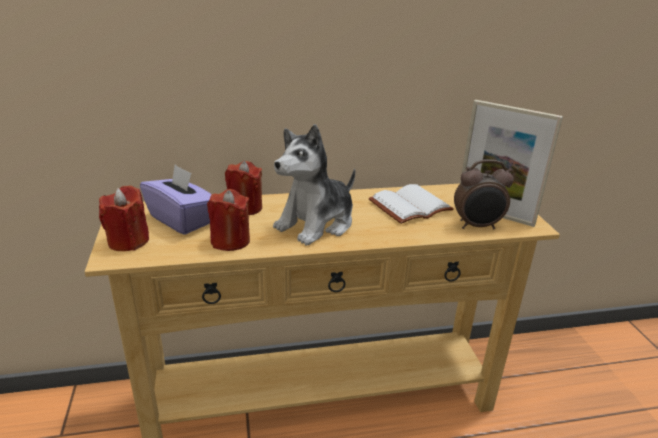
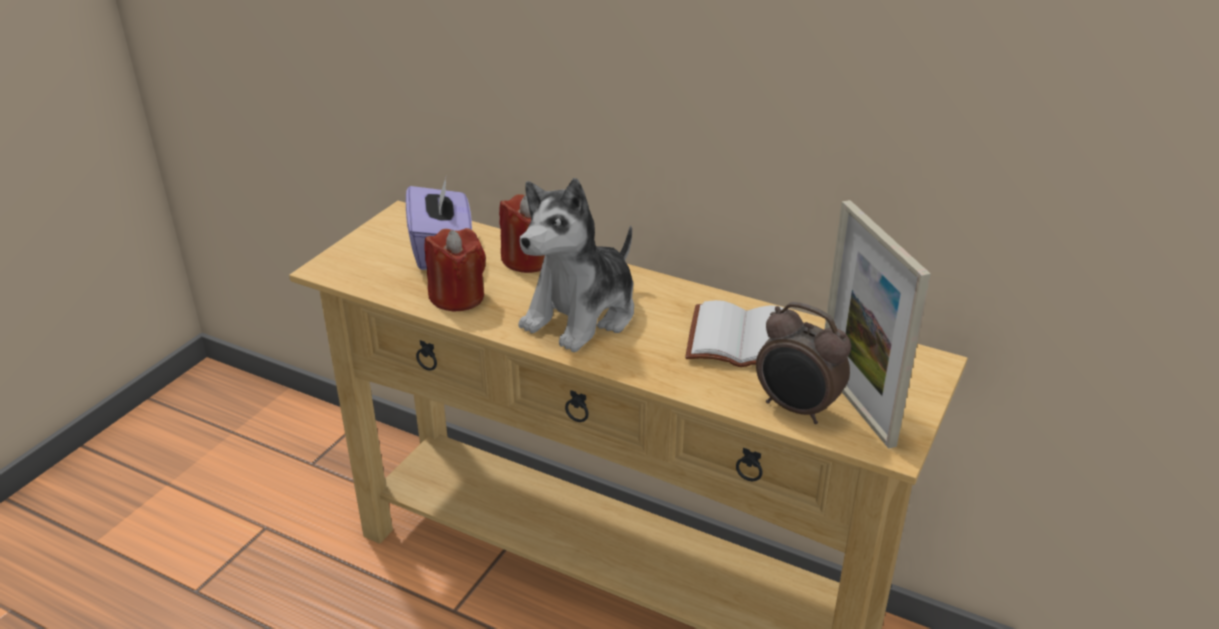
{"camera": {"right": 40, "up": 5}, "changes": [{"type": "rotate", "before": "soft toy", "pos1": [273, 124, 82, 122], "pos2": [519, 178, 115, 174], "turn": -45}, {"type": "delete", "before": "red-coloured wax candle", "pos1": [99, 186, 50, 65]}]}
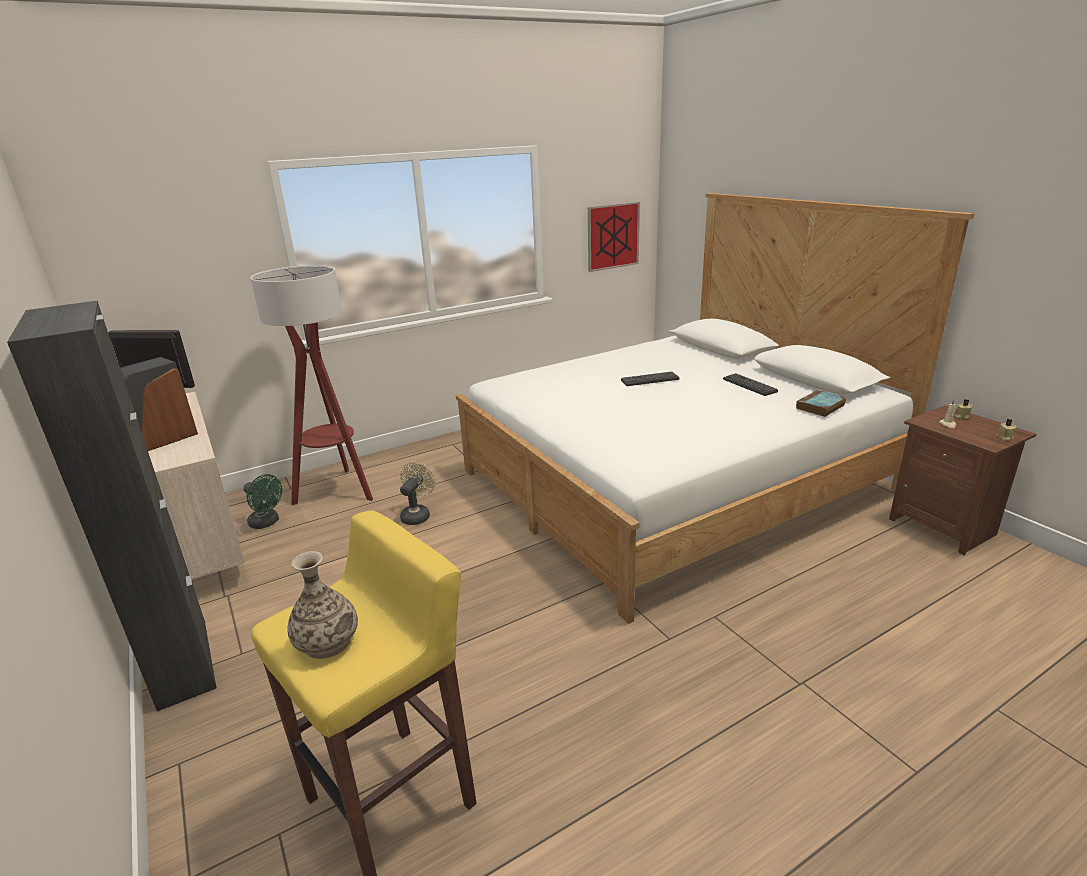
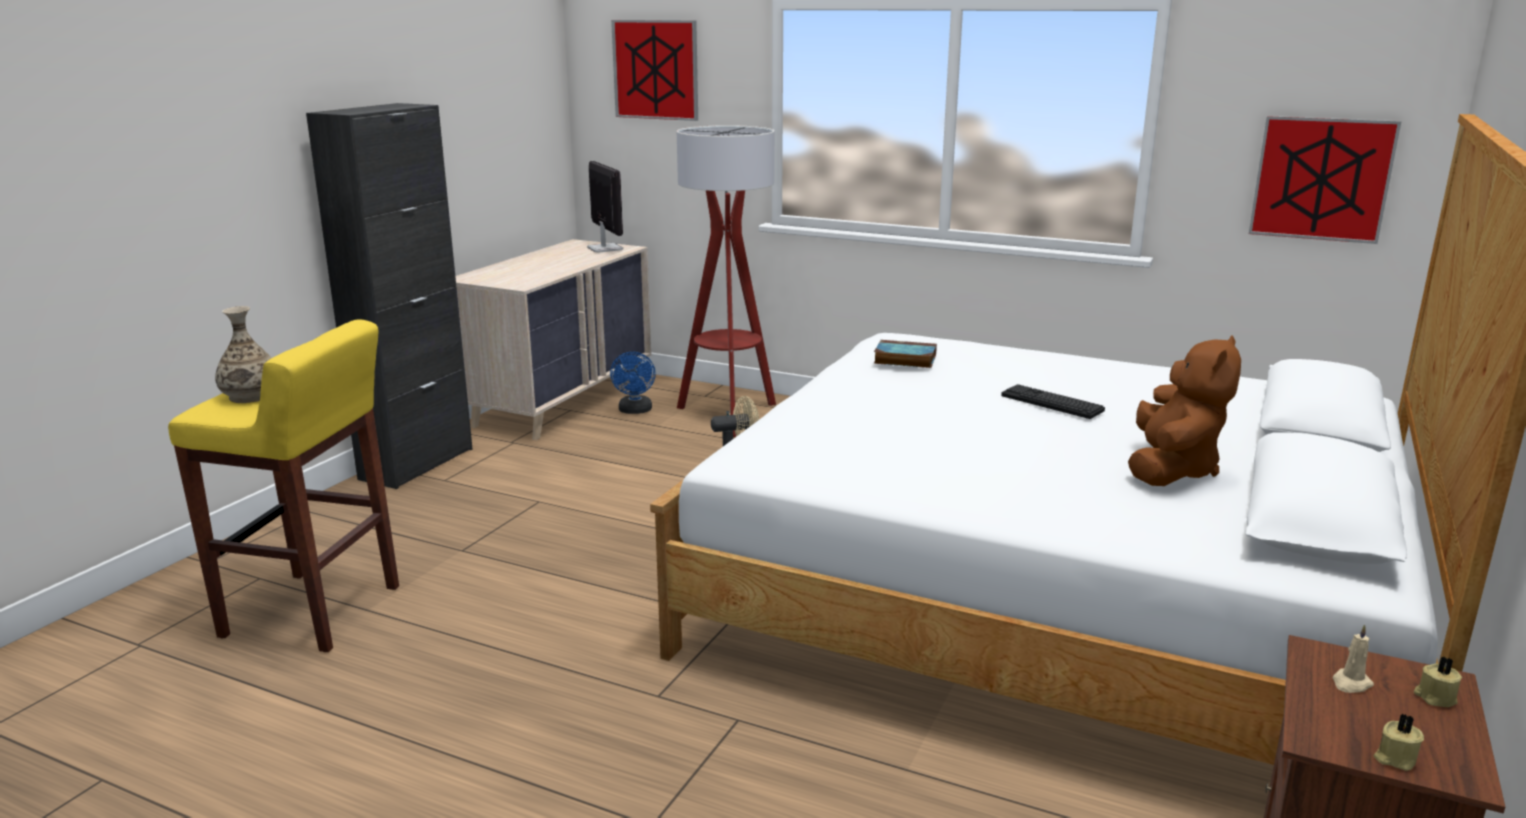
{"camera": {"right": 55, "up": -5}, "changes": [{"type": "recolor", "before": "green fan", "after": "bluish fan", "pos1": [244, 474, 38, 55], "pos2": [610, 352, 46, 62]}, {"type": "insert", "after": "wall picture", "pos2": [611, 20, 87, 101]}, {"type": "move", "before": "bound book", "pos1": [796, 390, 50, 27], "pos2": [874, 340, 63, 28]}, {"type": "replace", "before": "PC keyboard", "after": "brown soft toy", "pos1": [723, 373, 55, 23], "pos2": [1128, 335, 113, 151]}, {"type": "delete", "before": "speaker", "pos1": [120, 357, 78, 94]}]}
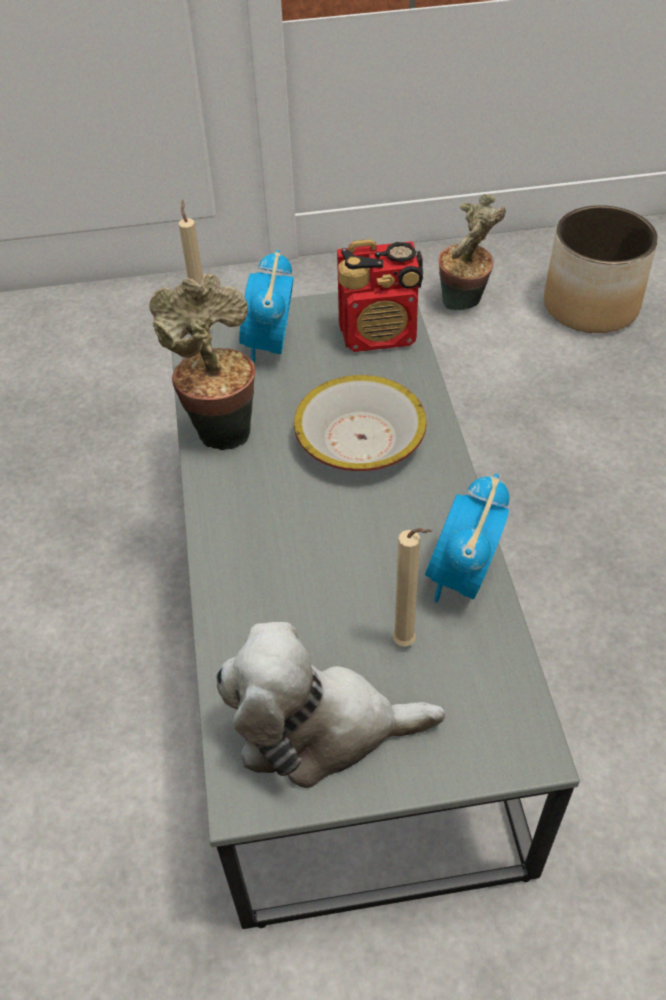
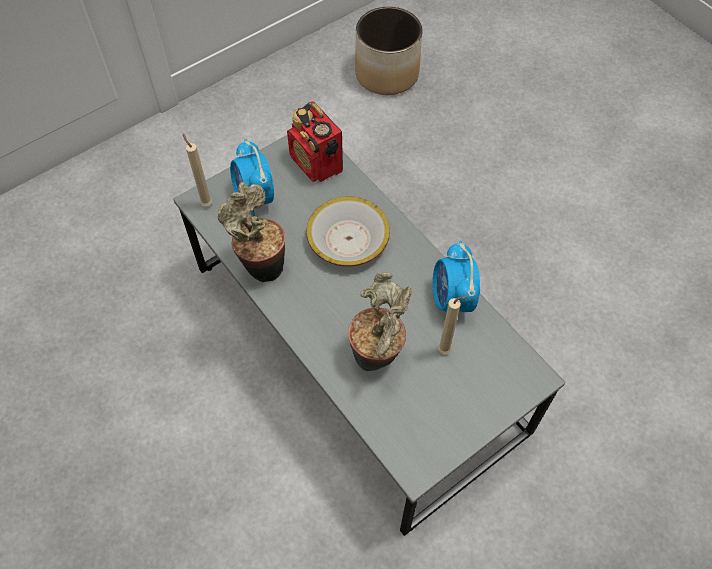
{"camera": {"right": -30, "up": 10}, "changes": [{"type": "rotate", "before": "radio receiver", "pos1": [337, 239, 86, 113], "pos2": [287, 101, 56, 81], "turn": 90}, {"type": "move", "before": "plant in a pot", "pos1": [438, 194, 68, 116], "pos2": [348, 272, 64, 99]}, {"type": "delete", "before": "soft toy", "pos1": [216, 622, 230, 166]}]}
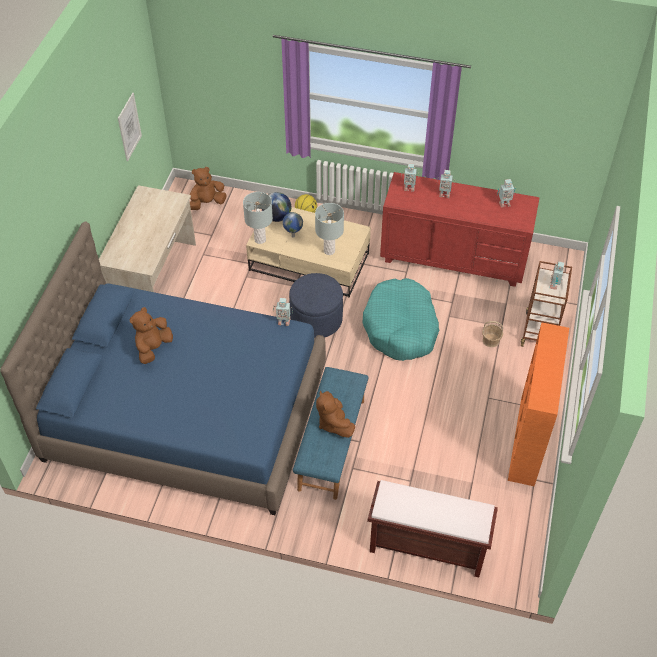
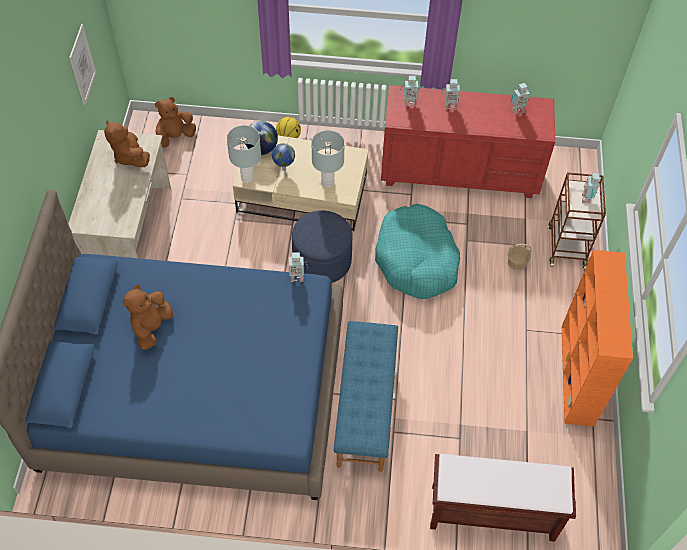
{"camera": {"right": -10, "up": 5}, "changes": [{"type": "move", "before": "brown soft toy", "pos1": [316, 391, 39, 47], "pos2": [104, 120, 46, 47]}]}
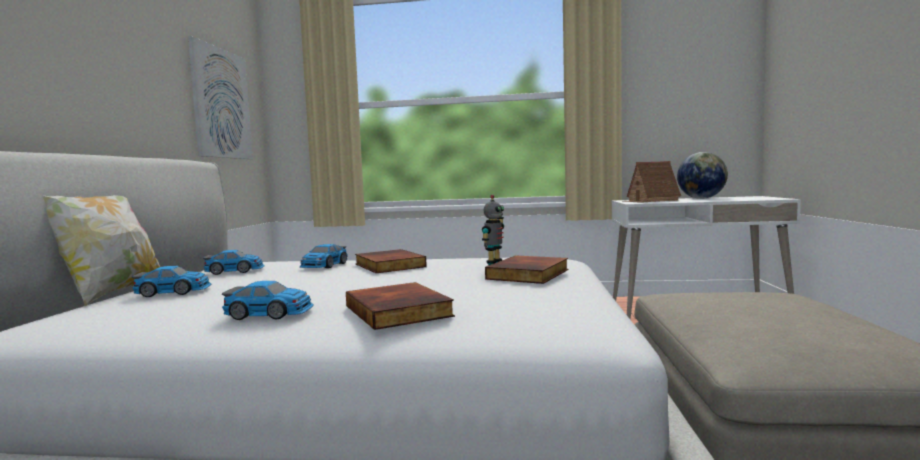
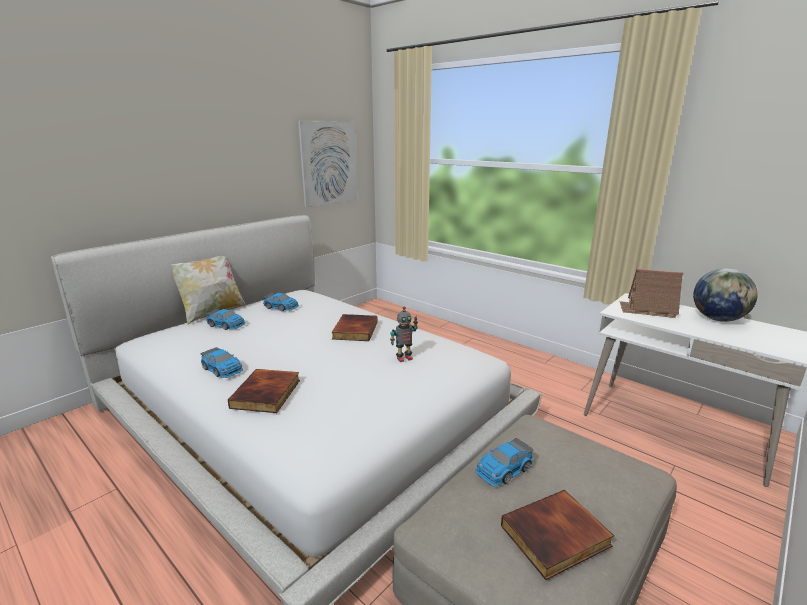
{"camera": {"right": 35, "up": 15}, "changes": [{"type": "move", "before": "miniature car", "pos1": [300, 244, 48, 24], "pos2": [475, 438, 58, 48]}, {"type": "move", "before": "bound book", "pos1": [485, 255, 83, 29], "pos2": [501, 490, 113, 90]}]}
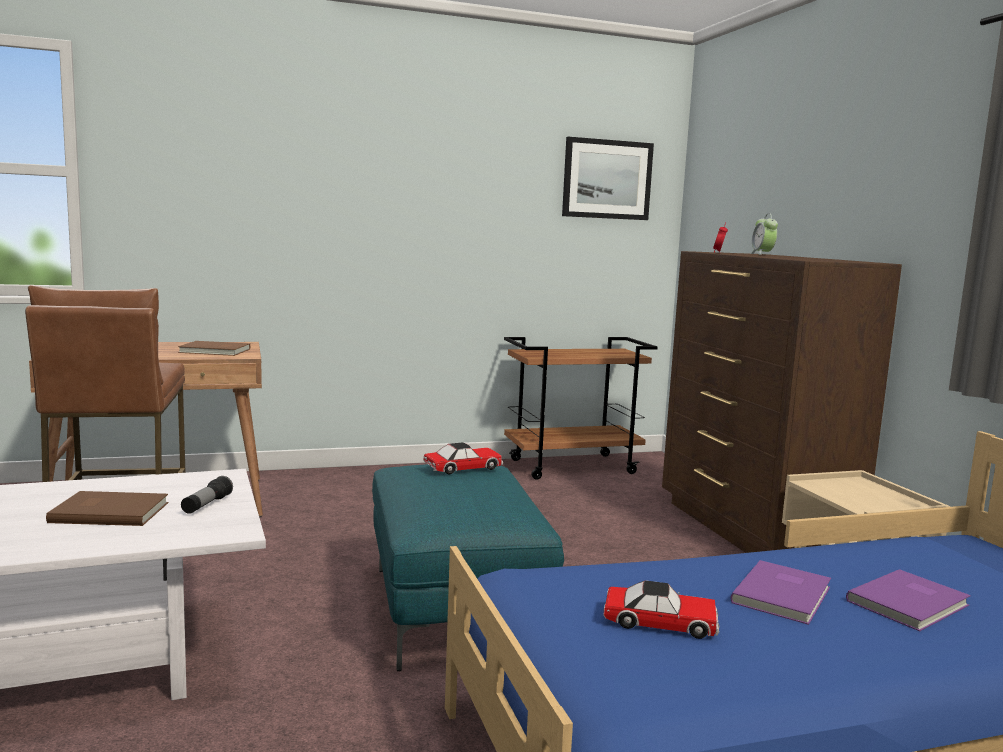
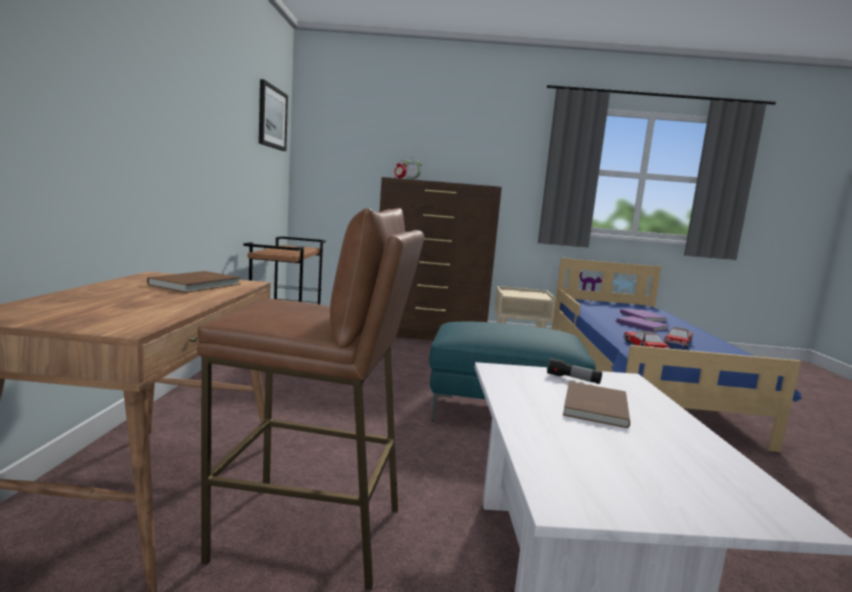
{"camera": {"right": -70, "up": 0}, "changes": [{"type": "move", "before": "miniature car", "pos1": [423, 442, 80, 32], "pos2": [623, 331, 47, 18]}]}
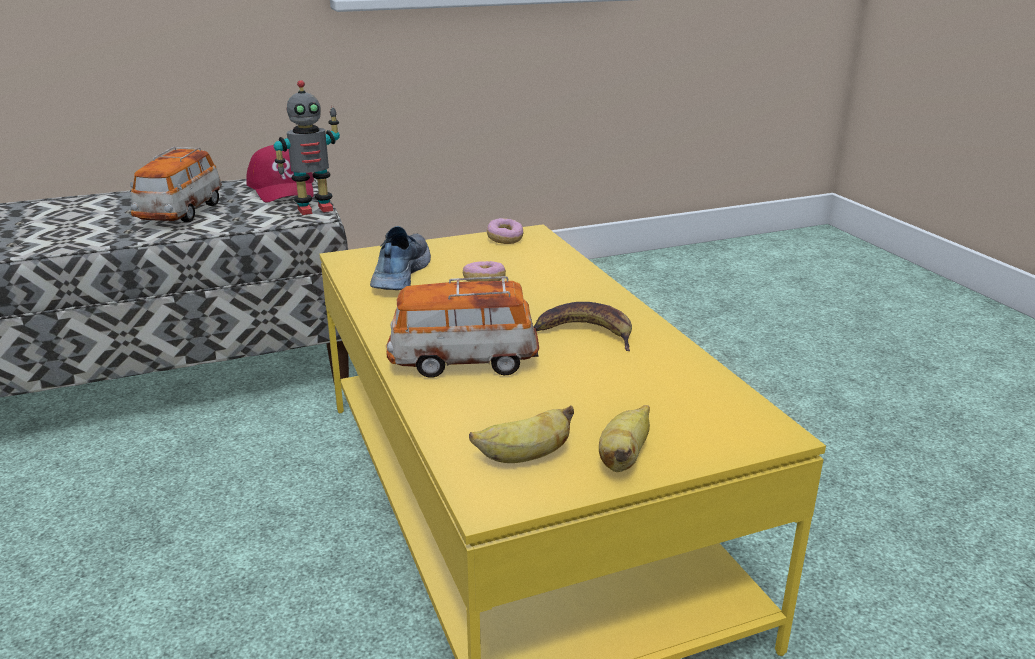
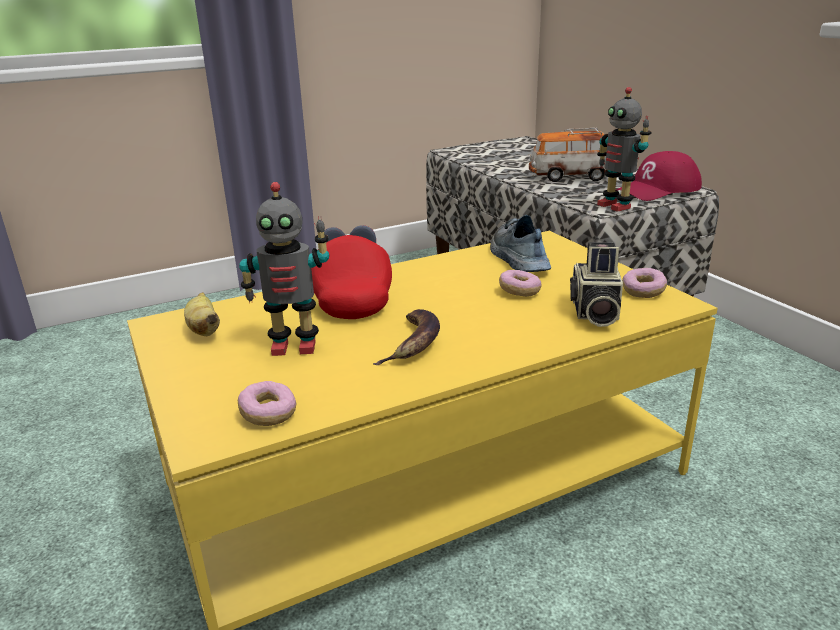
{"camera": {"right": 85, "up": 0}, "changes": [{"type": "insert", "after": "ring doughnut", "pos2": [238, 381, 59, 45]}, {"type": "insert", "after": "toy robot", "pos2": [239, 182, 90, 174]}, {"type": "replace", "before": "miniature car", "after": "red-coloured baseball cap", "pos1": [386, 276, 153, 102], "pos2": [311, 225, 81, 94]}, {"type": "rotate", "before": "item of footwear", "pos1": [370, 226, 61, 64], "pos2": [490, 215, 61, 57], "turn": -105}, {"type": "insert", "after": "photo camera", "pos2": [570, 242, 53, 85]}, {"type": "delete", "before": "banana", "pos1": [599, 405, 51, 67]}]}
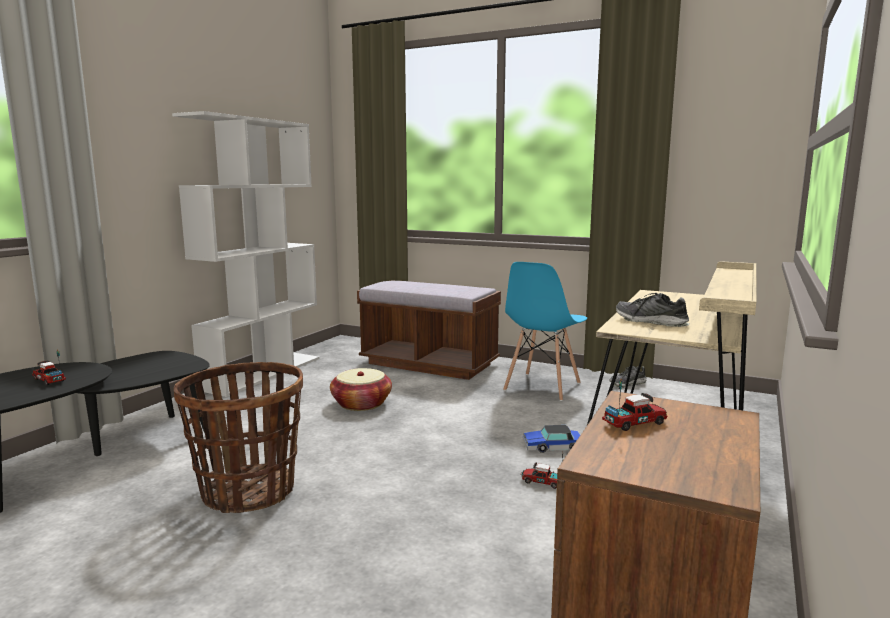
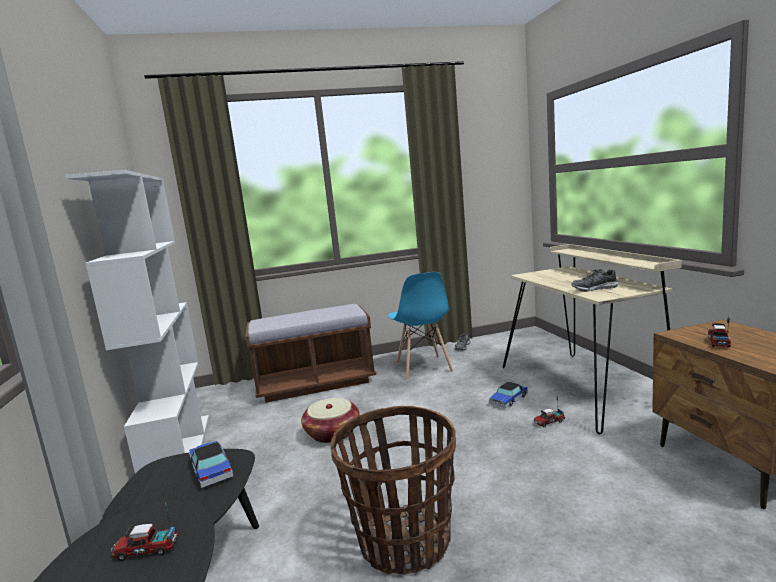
{"camera": {"right": -40, "up": 0}, "changes": [{"type": "insert", "after": "miniature car", "pos2": [189, 441, 44, 47]}]}
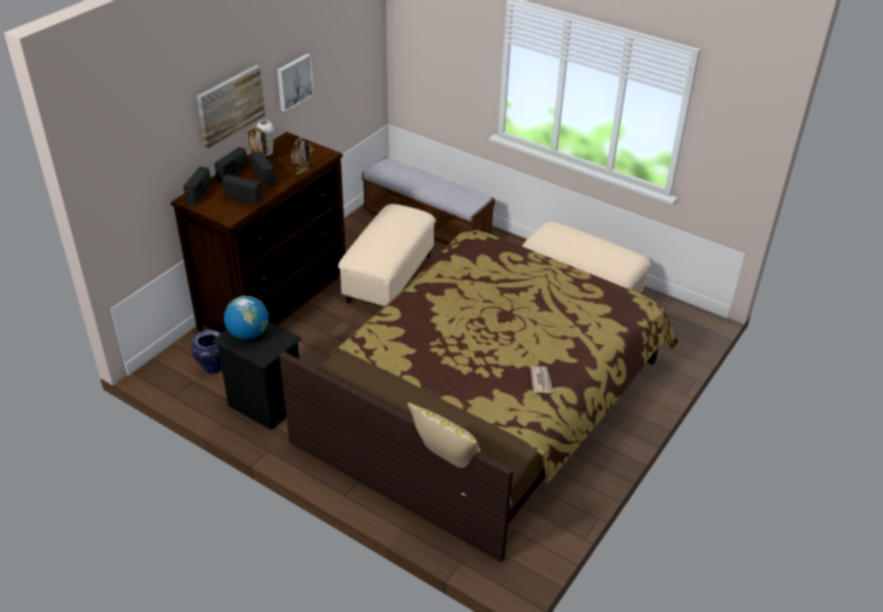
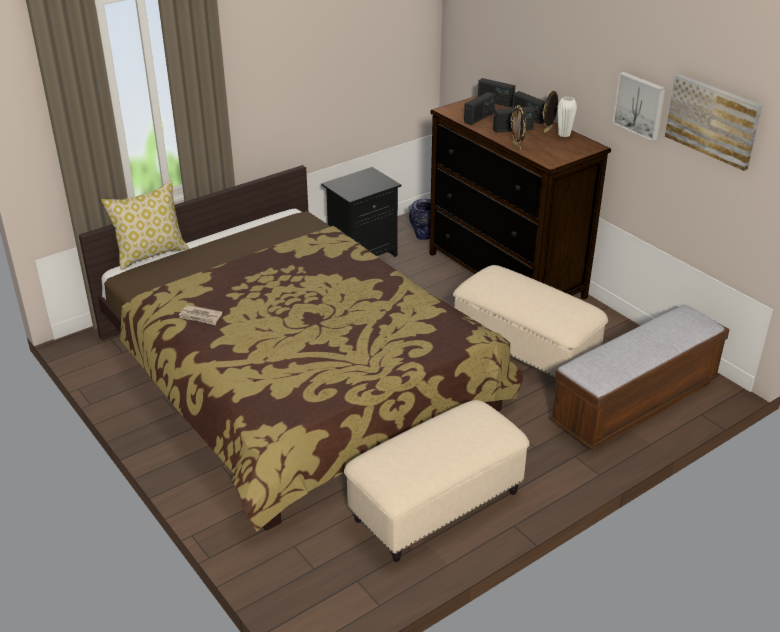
{"camera": {"right": 110, "up": -5}, "changes": [{"type": "move", "before": "wall picture", "pos1": [197, 65, 68, 83], "pos2": [665, 74, 97, 97]}, {"type": "delete", "before": "desk globe", "pos1": [224, 296, 45, 44]}]}
